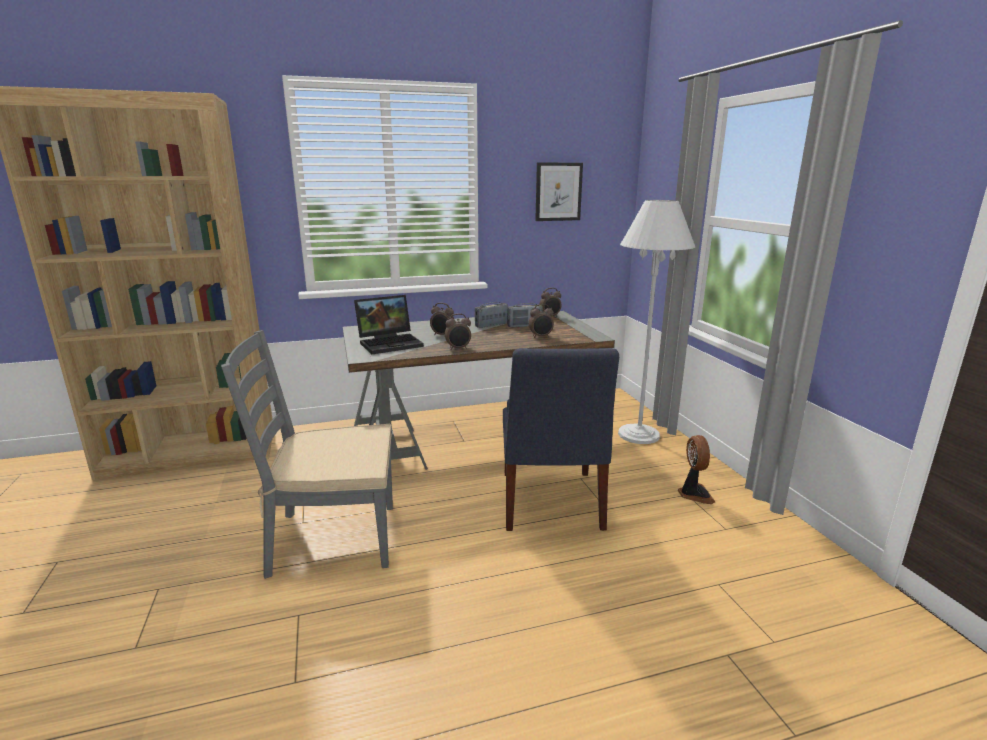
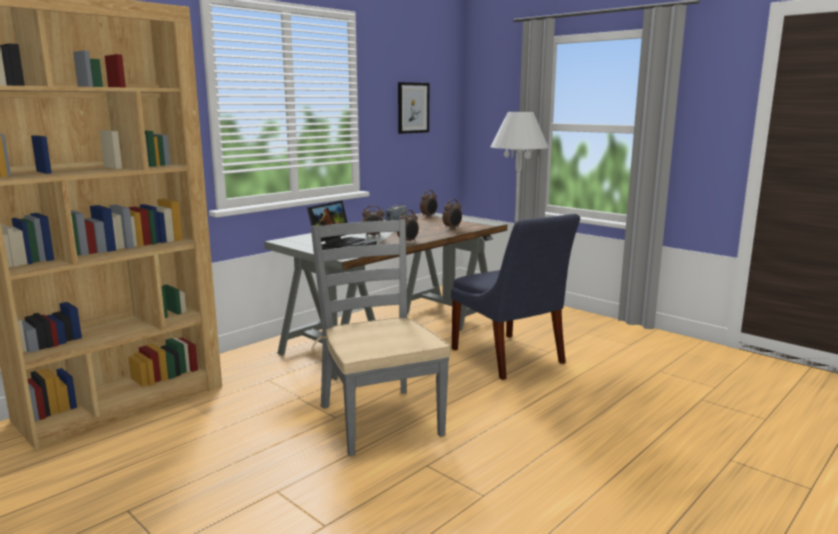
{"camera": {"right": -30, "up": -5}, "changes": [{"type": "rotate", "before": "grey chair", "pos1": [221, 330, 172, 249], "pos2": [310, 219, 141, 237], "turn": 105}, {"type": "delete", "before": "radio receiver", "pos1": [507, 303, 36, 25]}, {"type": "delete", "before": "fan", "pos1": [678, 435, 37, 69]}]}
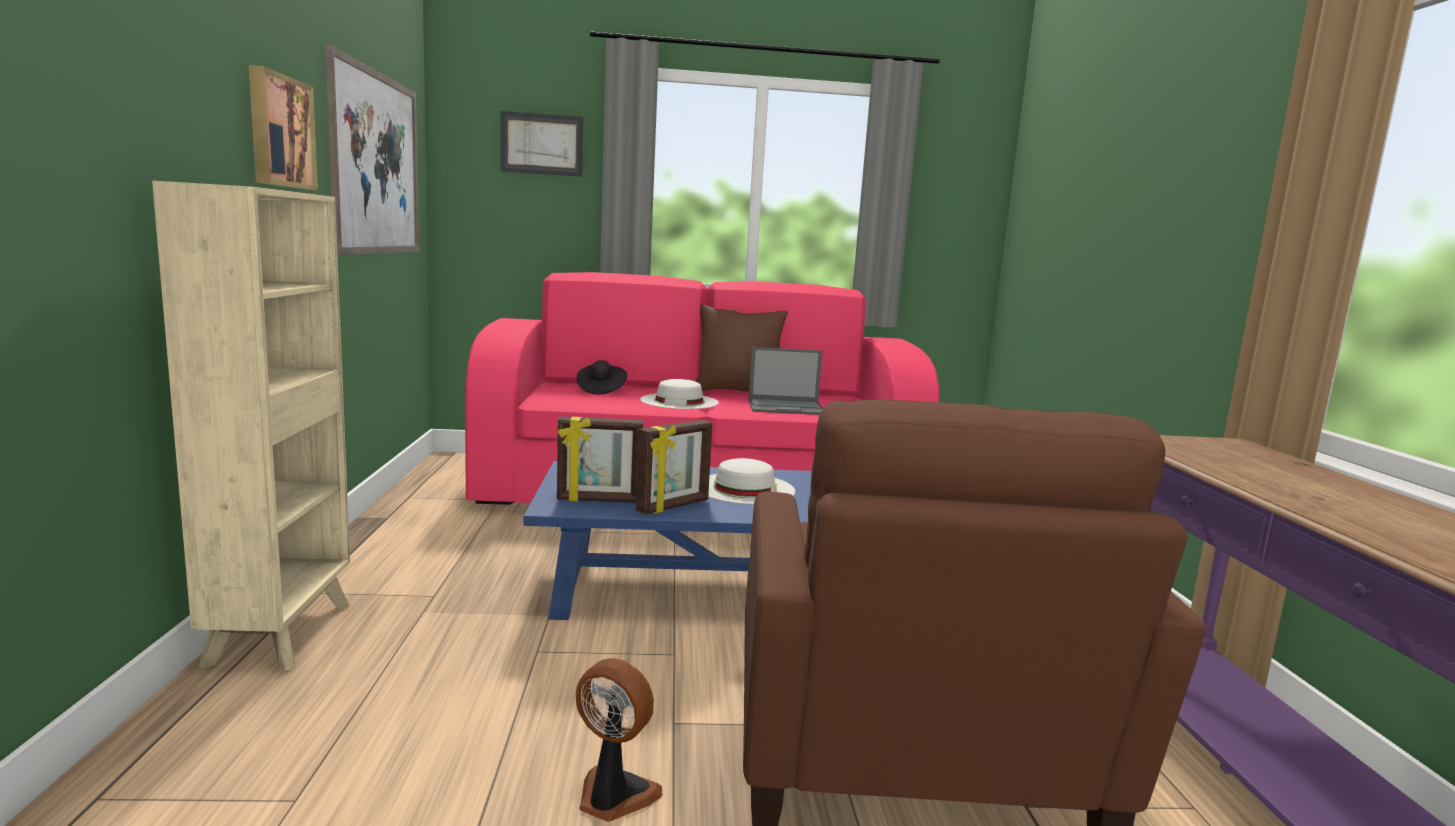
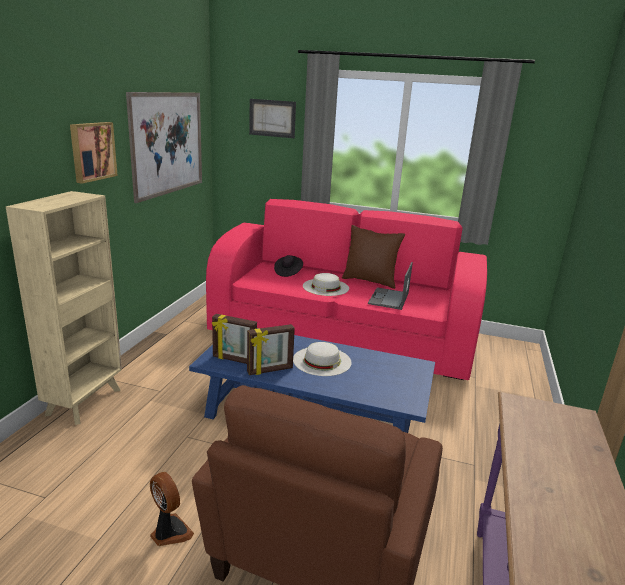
{"camera": {"right": 20, "up": 10}, "changes": [{"type": "rotate", "before": "notebook computer", "pos1": [749, 347, 74, 68], "pos2": [368, 262, 45, 48], "turn": 90}]}
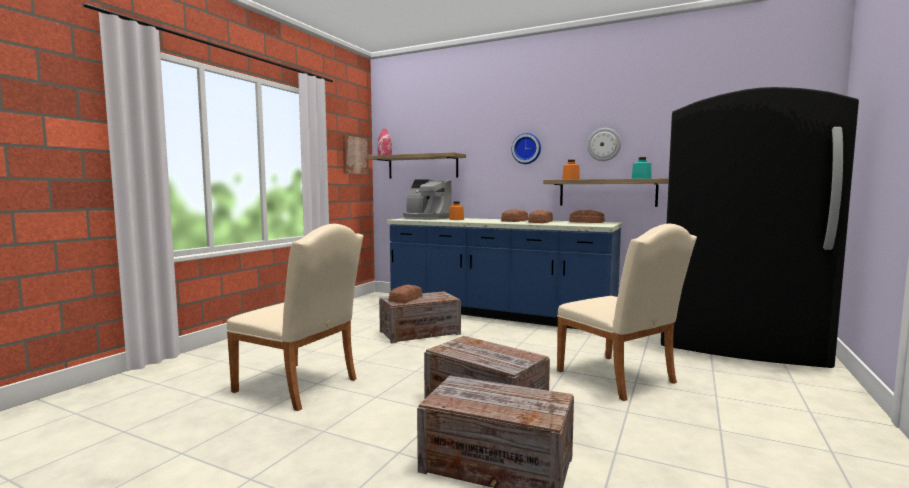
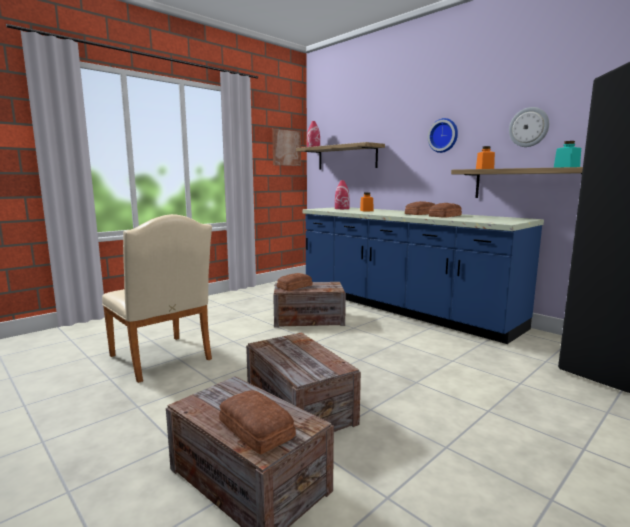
{"camera": {"right": 20, "up": 5}, "changes": [{"type": "move", "before": "bread", "pos1": [569, 210, 36, 13], "pos2": [219, 390, 77, 65]}, {"type": "replace", "before": "coffee brewer", "after": "red-coloured flower vase", "pos1": [403, 179, 49, 41], "pos2": [335, 180, 14, 29]}, {"type": "delete", "before": "sand-coloured chair", "pos1": [557, 224, 140, 177]}]}
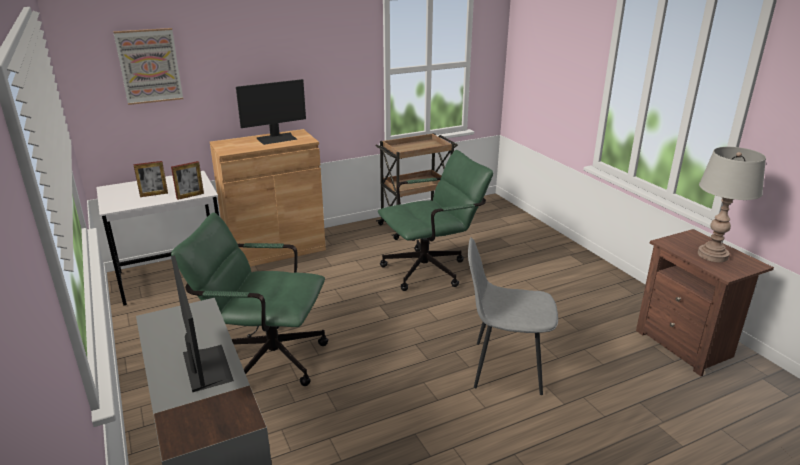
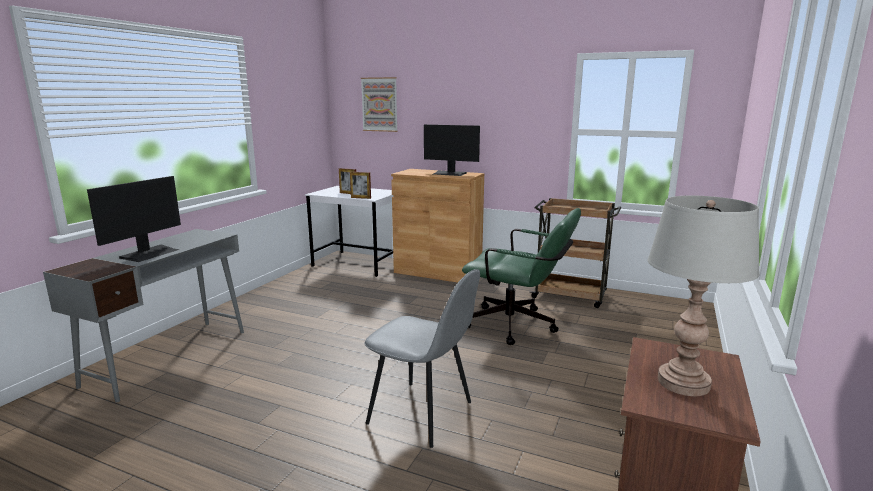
{"camera": {"right": 50, "up": -10}, "changes": [{"type": "rotate", "before": "grey chair", "pos1": [468, 237, 90, 158], "pos2": [364, 269, 116, 179], "turn": 150}, {"type": "delete", "before": "green computer chair", "pos1": [171, 212, 157, 174]}]}
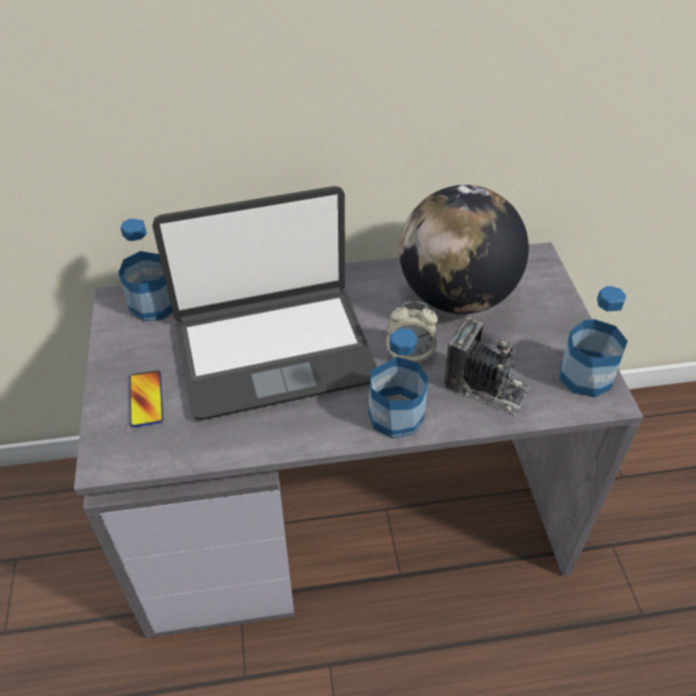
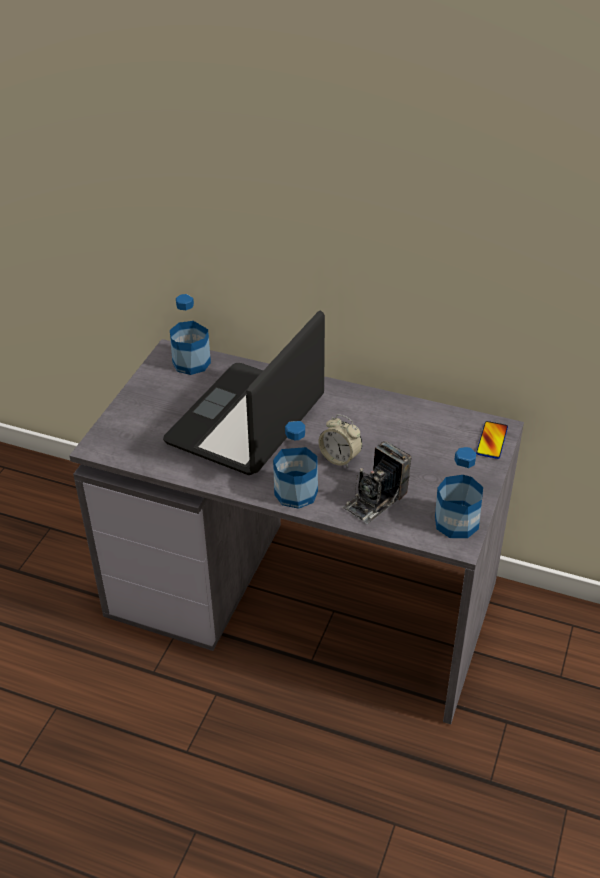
{"camera": {"right": 30, "up": -5}, "changes": [{"type": "rotate", "before": "notebook computer", "pos1": [152, 186, 225, 234], "pos2": [163, 311, 162, 164], "turn": 105}, {"type": "rotate", "before": "photo camera", "pos1": [444, 317, 87, 98], "pos2": [342, 441, 69, 83], "turn": 75}, {"type": "move", "before": "handset", "pos1": [130, 370, 33, 57], "pos2": [476, 421, 32, 38]}, {"type": "delete", "before": "desk globe", "pos1": [399, 185, 130, 129]}]}
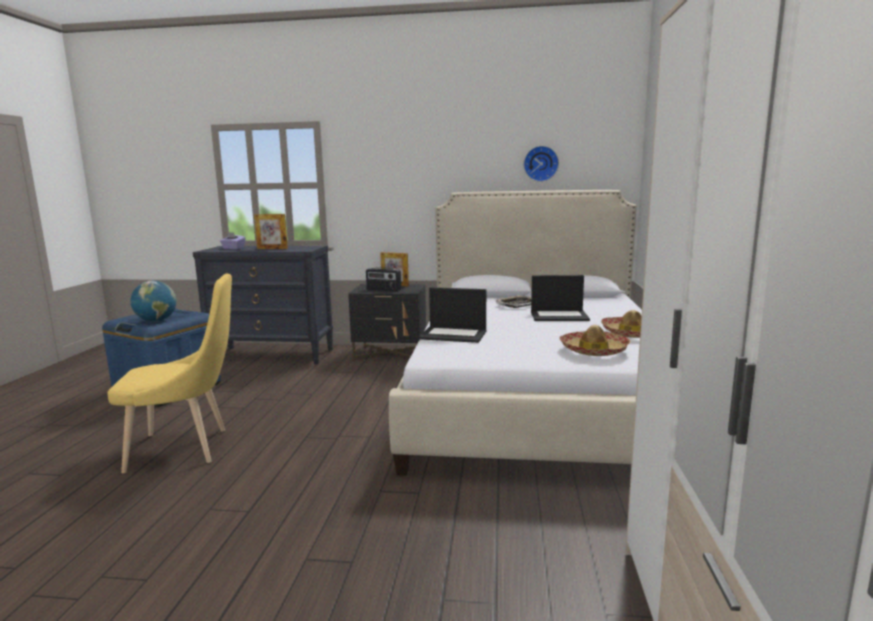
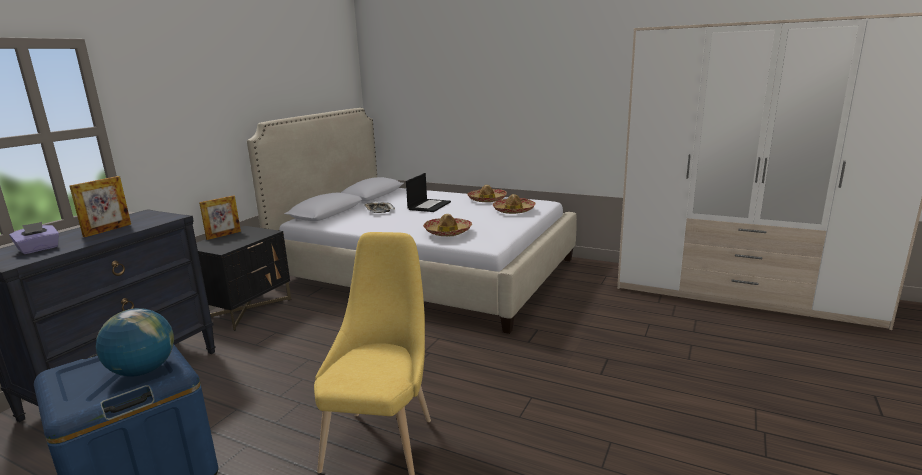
{"camera": {"right": -70, "up": 5}, "changes": [{"type": "replace", "before": "notebook computer", "after": "wearable hat", "pos1": [418, 287, 68, 56], "pos2": [423, 214, 49, 22]}, {"type": "delete", "before": "radio receiver", "pos1": [366, 267, 35, 25]}, {"type": "delete", "before": "hanging clock", "pos1": [524, 146, 35, 36]}]}
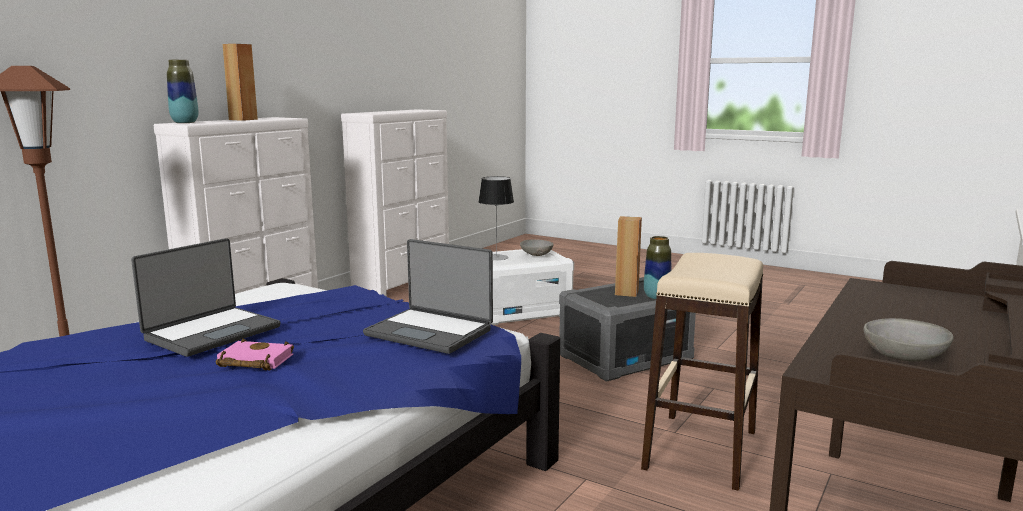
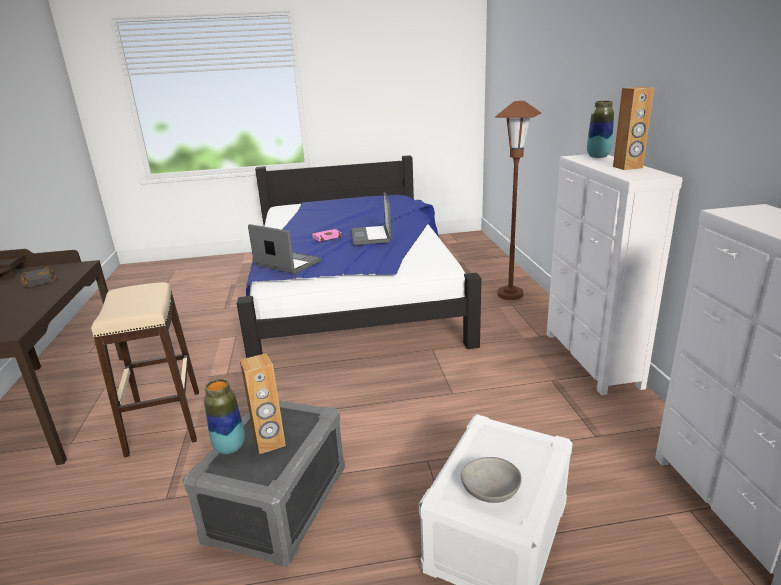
{"camera": {"right": 140, "up": 10}, "changes": [{"type": "replace", "before": "grey bowl", "after": "black bound book", "pos1": [864, 318, 89, 43], "pos2": [20, 267, 37, 20]}, {"type": "rotate", "before": "notebook computer", "pos1": [363, 239, 130, 115], "pos2": [248, 224, 73, 50], "turn": 45}, {"type": "delete", "before": "tabletop lamp", "pos1": [478, 176, 36, 84]}]}
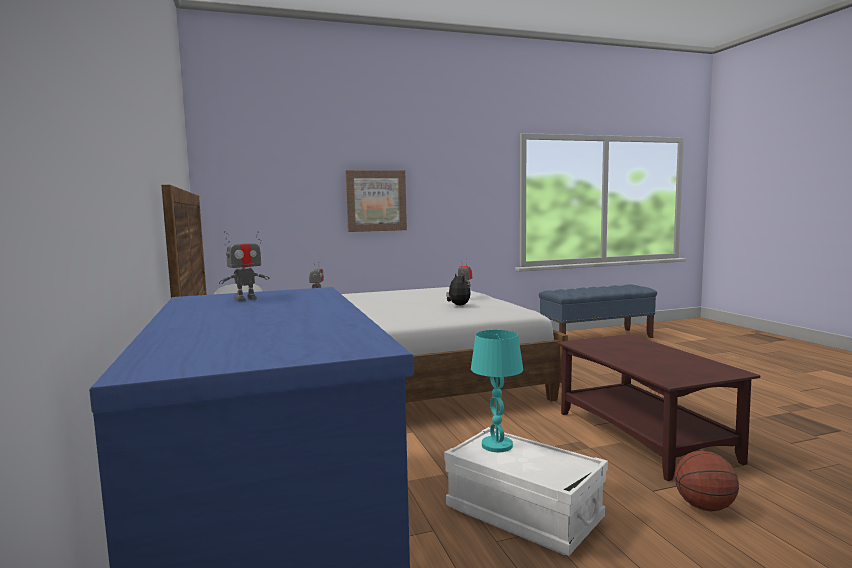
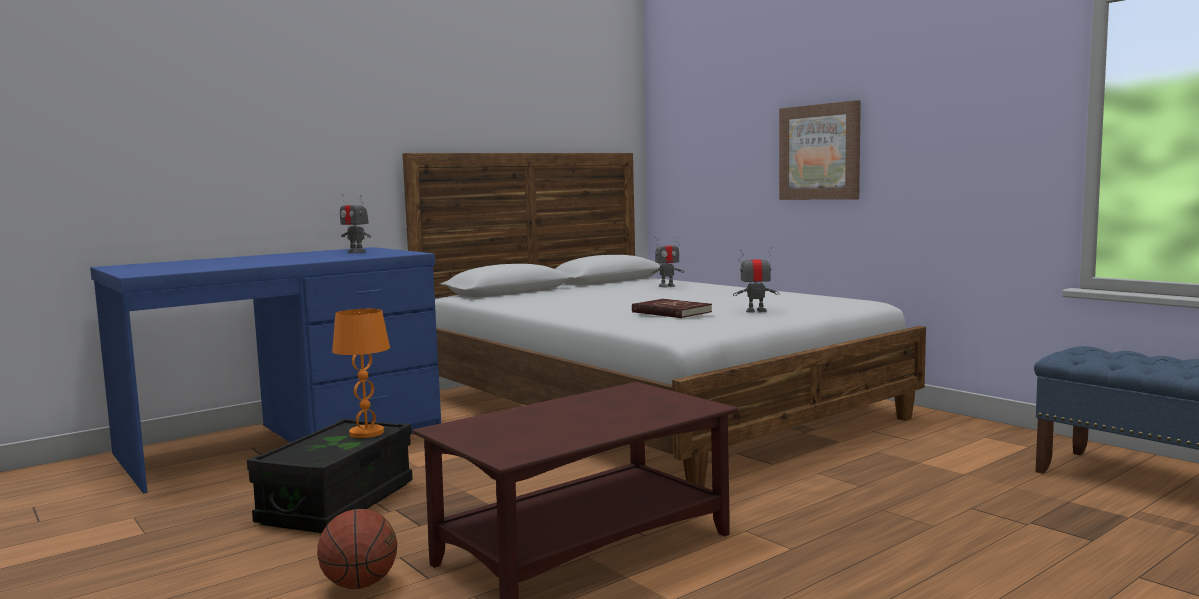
{"camera": {"right": 70, "up": 0}, "changes": [{"type": "recolor", "before": "white storage container", "after": "black storage container", "pos1": [444, 427, 164, 129], "pos2": [247, 419, 166, 114]}, {"type": "recolor", "before": "turquoise tabletop lamp", "after": "orange-coloured tabletop lamp", "pos1": [471, 330, 52, 122], "pos2": [332, 309, 58, 129]}, {"type": "replace", "before": "soft toy", "after": "red-coloured bound book", "pos1": [446, 273, 25, 32], "pos2": [632, 299, 80, 19]}]}
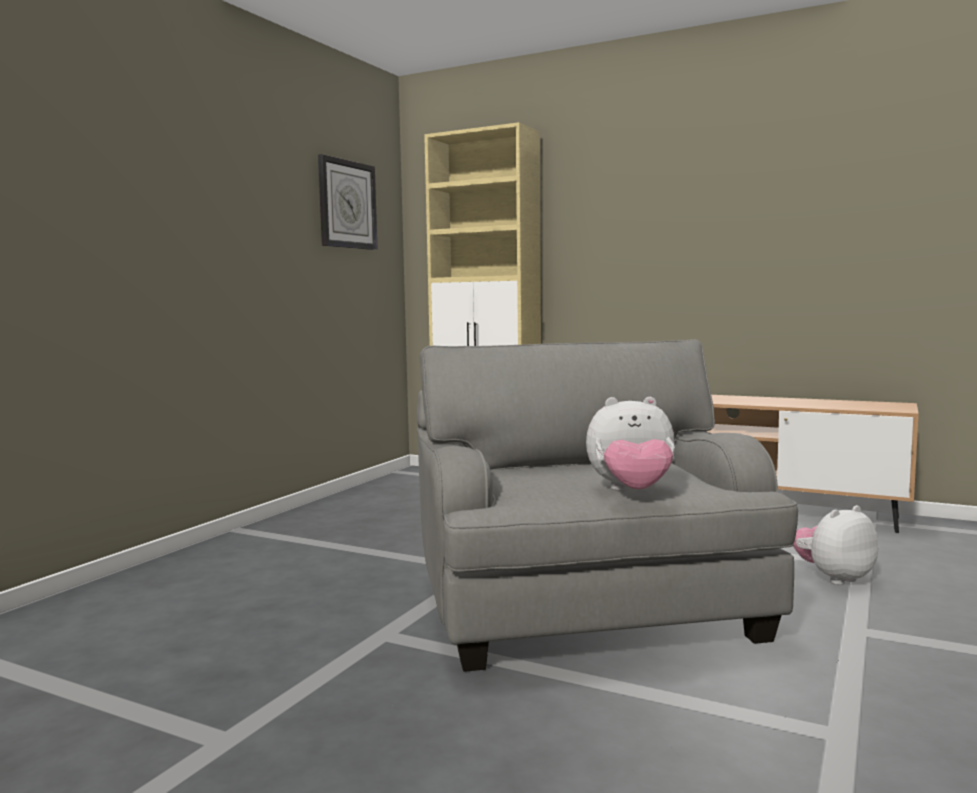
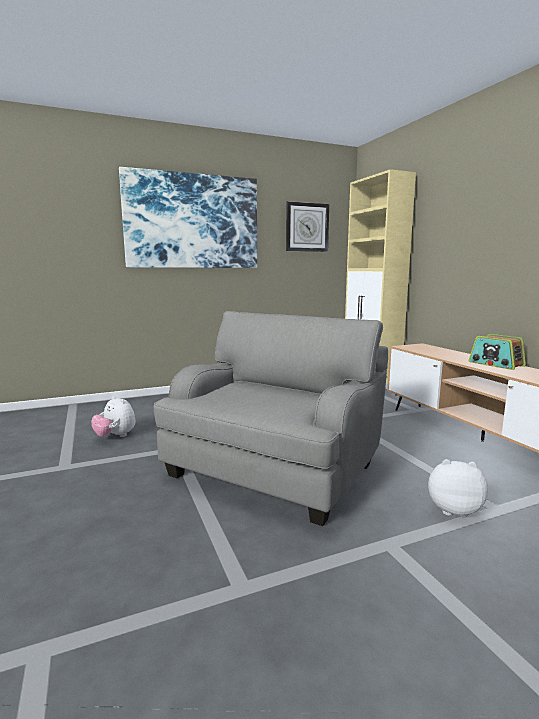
{"camera": {"right": 40, "up": 5}, "changes": [{"type": "move", "before": "soft toy", "pos1": [586, 397, 89, 93], "pos2": [91, 396, 45, 41]}, {"type": "insert", "after": "wall picture", "pos2": [119, 167, 138, 101]}, {"type": "insert", "after": "radio receiver", "pos2": [468, 334, 58, 36]}]}
